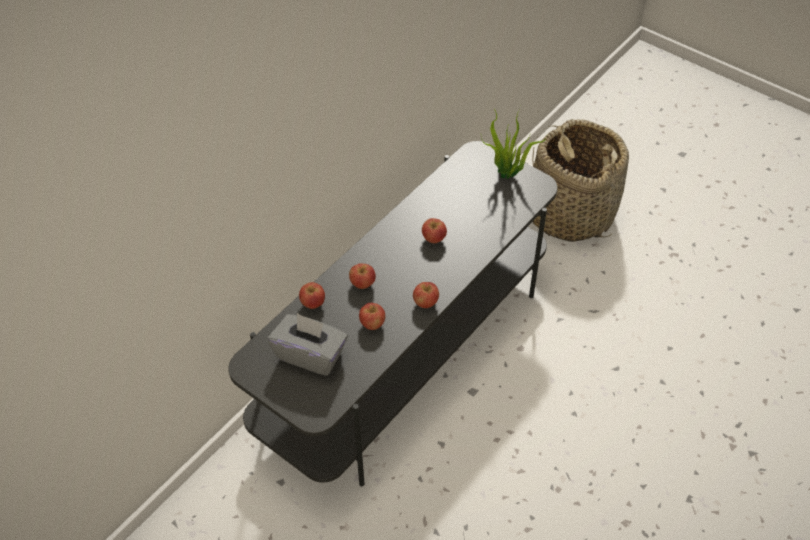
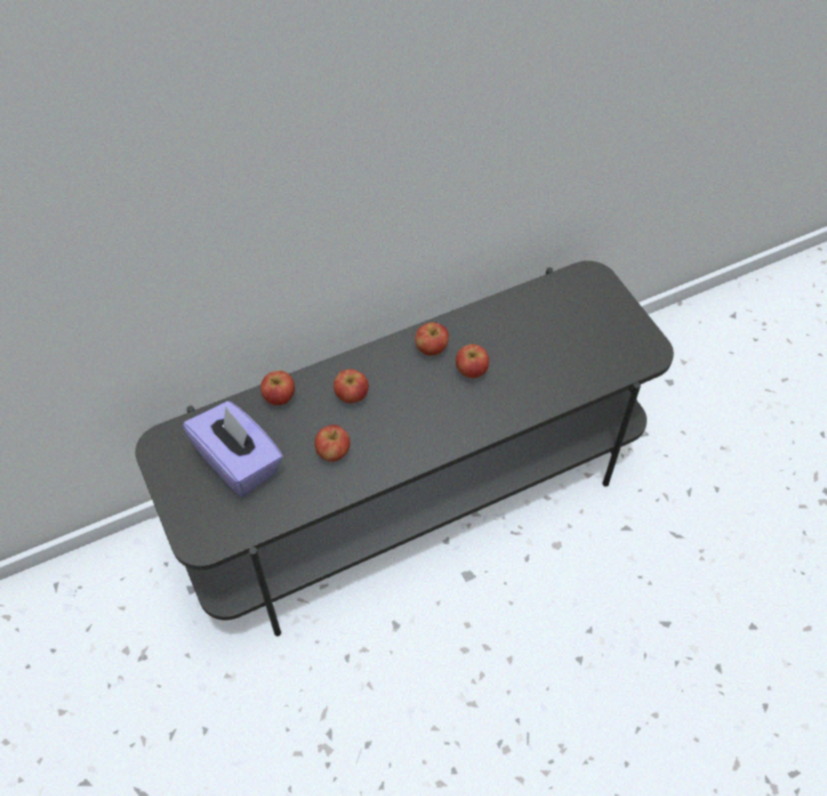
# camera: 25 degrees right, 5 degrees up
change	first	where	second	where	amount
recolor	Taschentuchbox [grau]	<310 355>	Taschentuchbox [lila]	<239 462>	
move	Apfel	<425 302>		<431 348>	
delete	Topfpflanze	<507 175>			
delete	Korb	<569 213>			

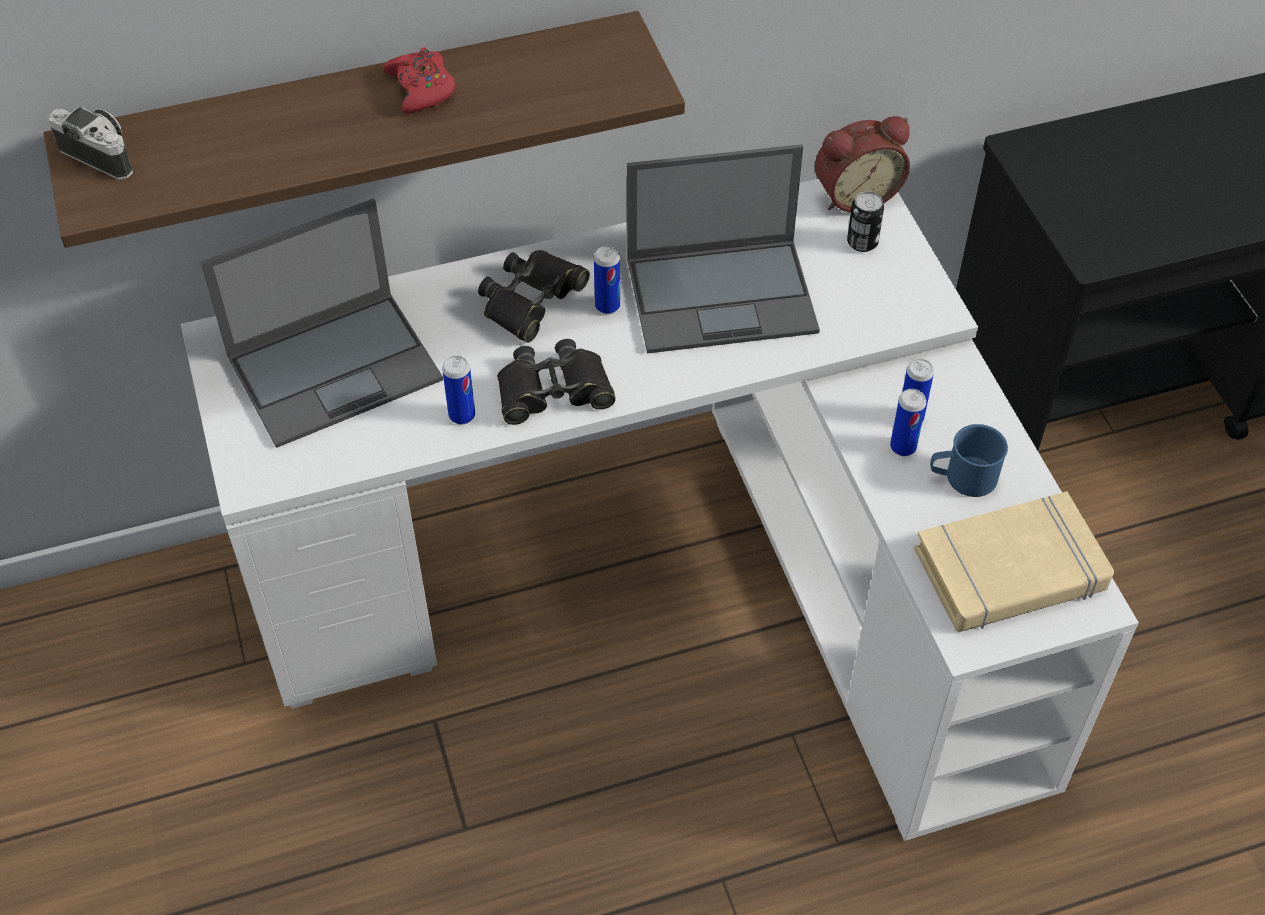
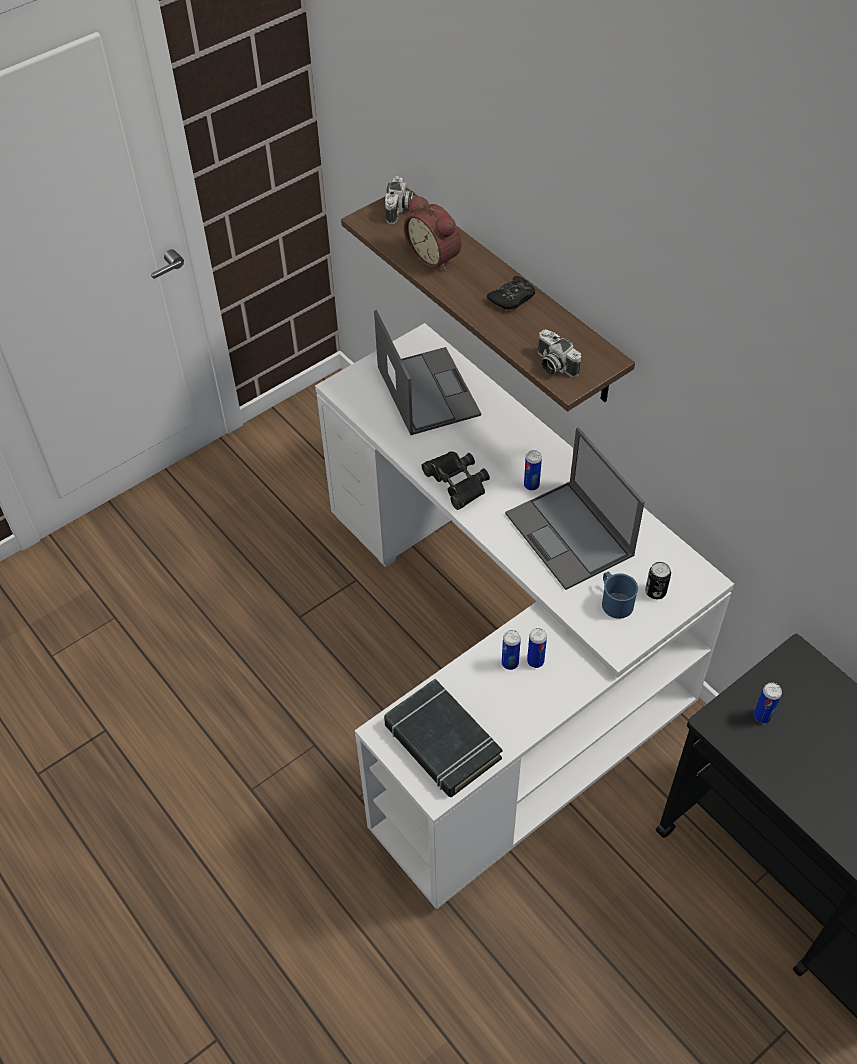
# camera: 70 degrees right, 0 degrees up
change	first	where	second	where	amount
rotate	Laptop	<336 367>		<427 390>	150 degrees counterclockwise
recolor	Gamepad [rot]	<421 89>	Gamepad [schwarz]	<512 298>	
move	Dose	<462 415>		<762 716>	
delete	Fernglas [schwarz]	<531 300>			
move	Wecker	<855 194>		<435 257>	
recolor	Buch [beige]	<1011 571>	Buch [schwarz]	<441 742>	
move	Henkelbecher [blau]	<963 477>		<614 601>	
insert			Kamera	<554 365>	

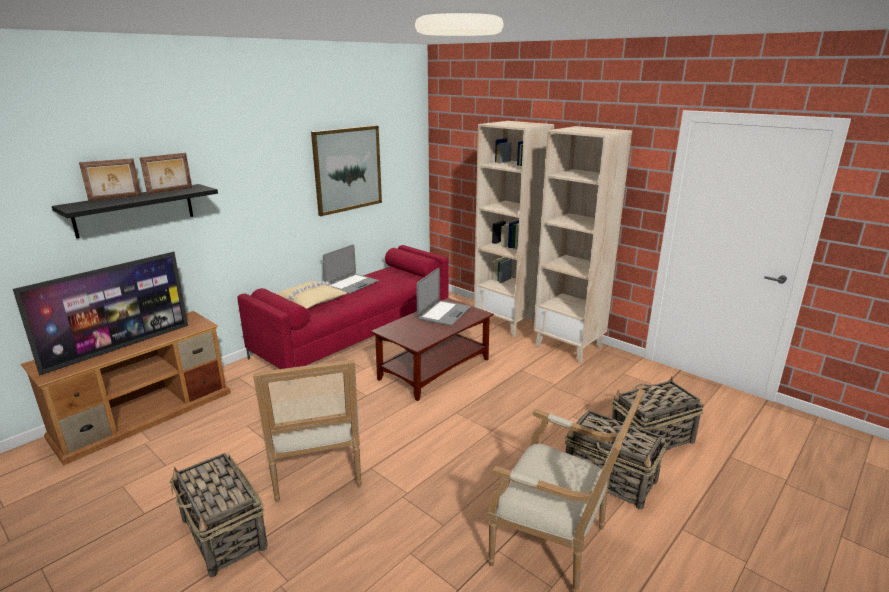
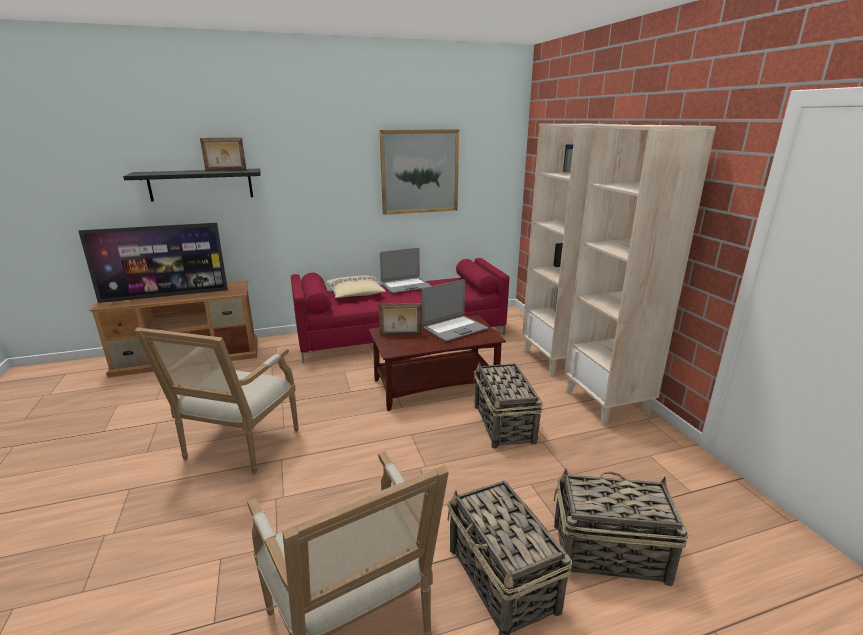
# camera: 30 degrees right, 0 degrees up
change	first	where	second	where	amount
move	Bilderrahmen	<115 198>		<400 335>	
move	Korb	<224 534>		<504 424>	

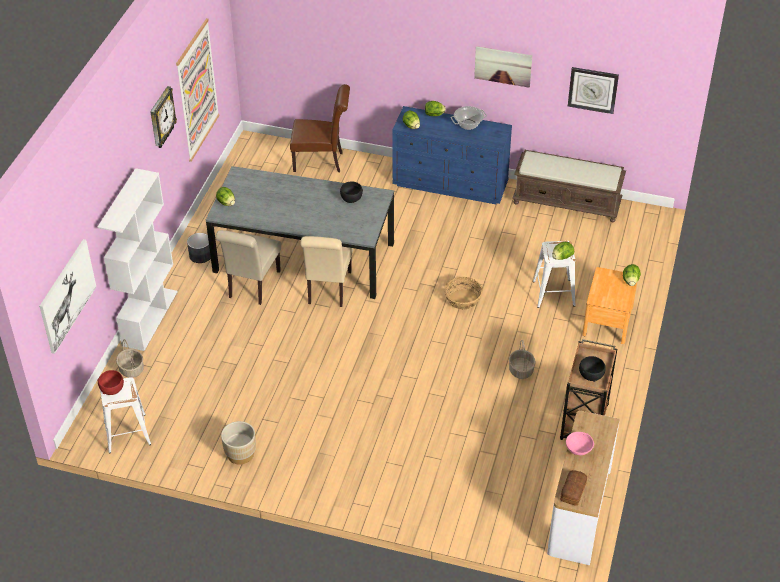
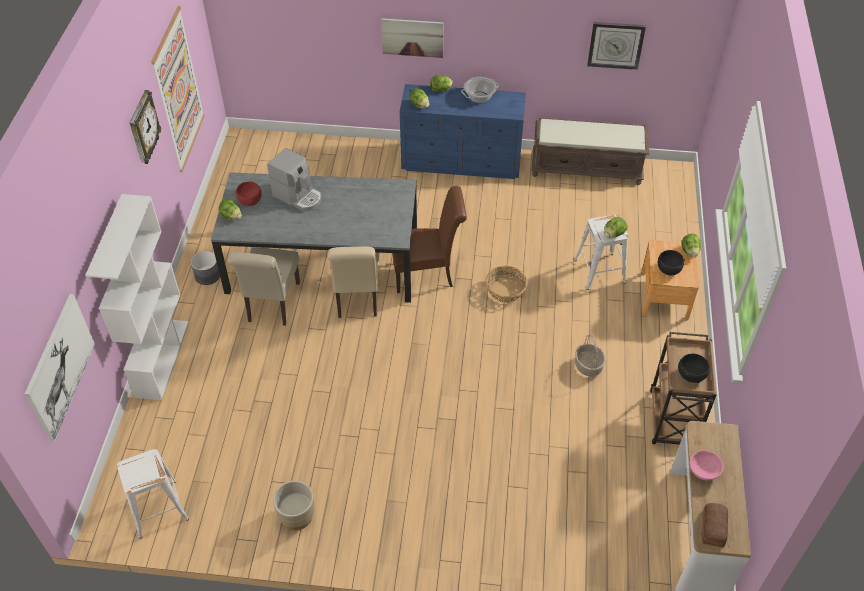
# camera: 10 degrees left, 5 degrees up
change	first	where	second	where	amount
move	Schüssel [rot]	<112 389>		<250 200>	
delete	Korb	<131 369>			
move	Stuhl [braun]	<322 161>		<427 275>	
move	Schüssel [schwarz]	<351 199>		<668 269>	
move	Bild	<503 66>		<412 37>	
insert			Kaffeemaschine	<298 196>	

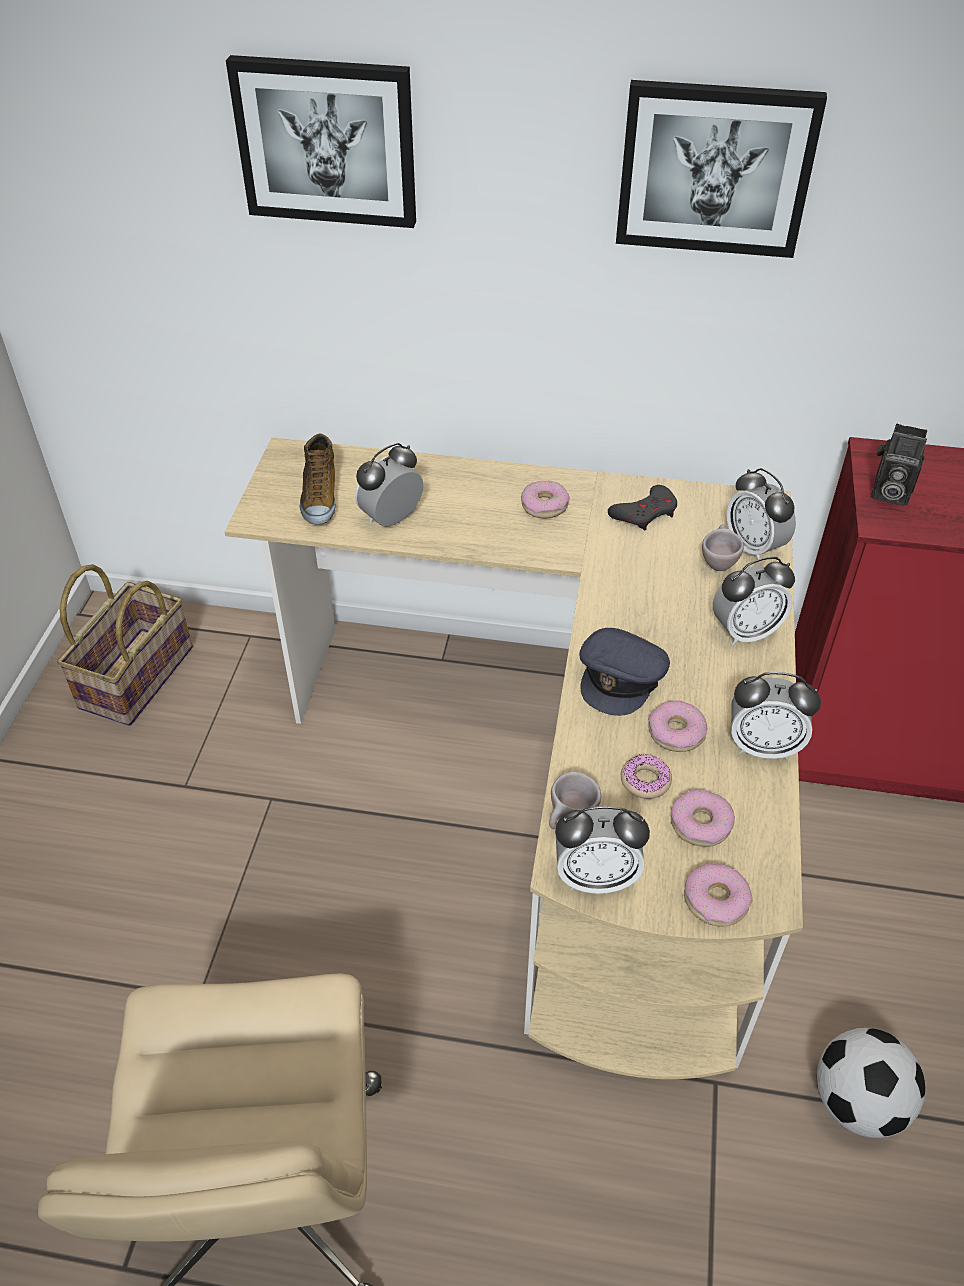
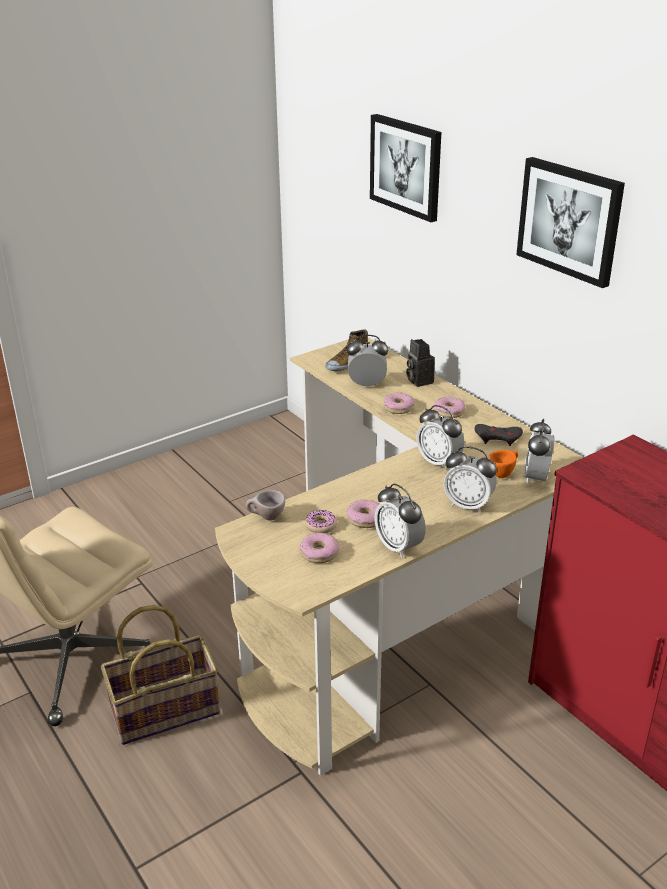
# camera: 45 degrees right, 15 degrees down
change	first	where	second	where	amount
move	Korb	<135 676>		<165 709>	
move	Wecker	<595 877>		<438 462>	
delete	Kappe [grau]	<621 677>			
move	Donut	<715 900>		<398 408>	
recolor	Tasse [beige]	<717 562>	Tasse [orange]	<503 473>	
delete	Fußball	<858 1102>			
move	Kamera	<887 493>		<418 380>	

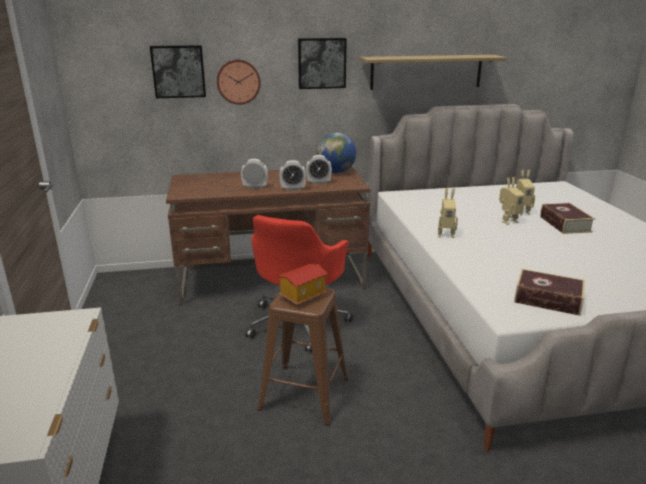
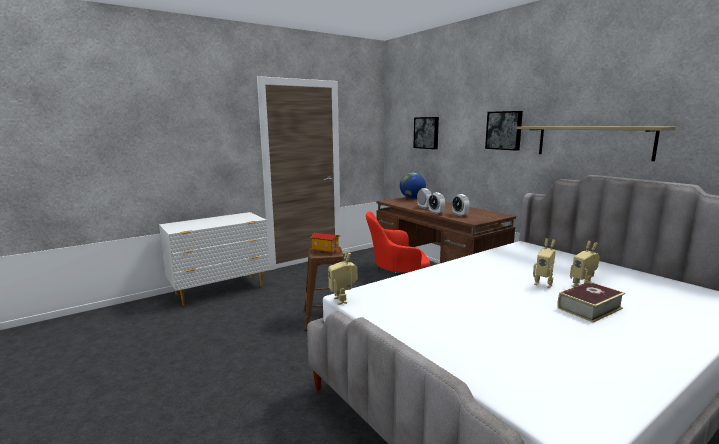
# camera: 65 degrees right, 10 degrees down
change	first	where	second	where	amount
delete	Wanduhr	<238 81>			
move	Globus	<336 172>		<412 198>	
move	Spielzeugroboter	<445 234>		<343 300>	
delete	Buch	<548 299>			

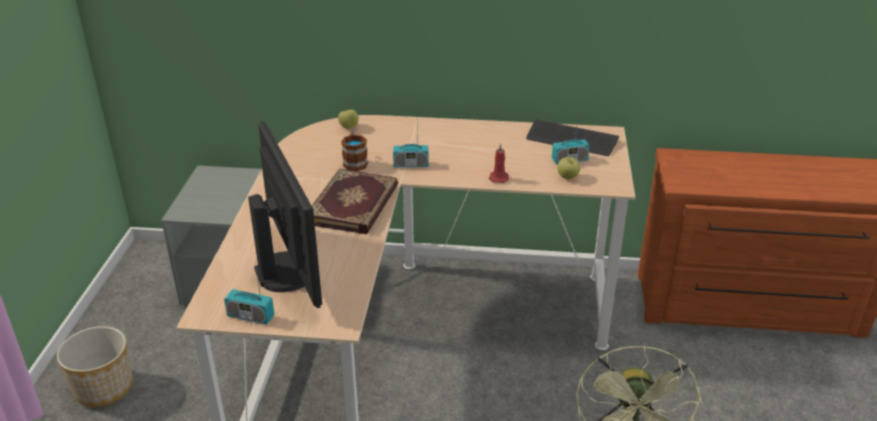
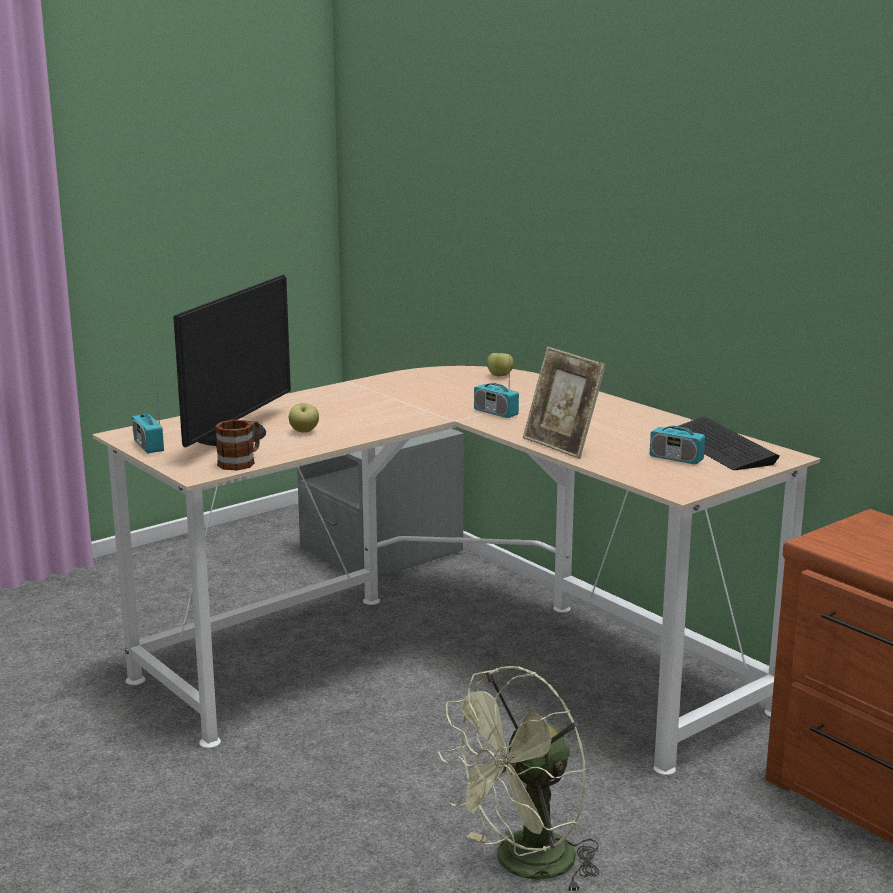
# camera: 45 degrees right, 15 degrees down
change	first	where	second	where	amount
delete	Pflanzkübel	<103 388>			
delete	Buch	<355 205>			
move	Henkelbecher	<354 162>		<241 462>	
replace	Kerze [rot]	<499 177>	Bilderrahmen	<562 446>	
move	Apfel	<567 177>		<304 432>	

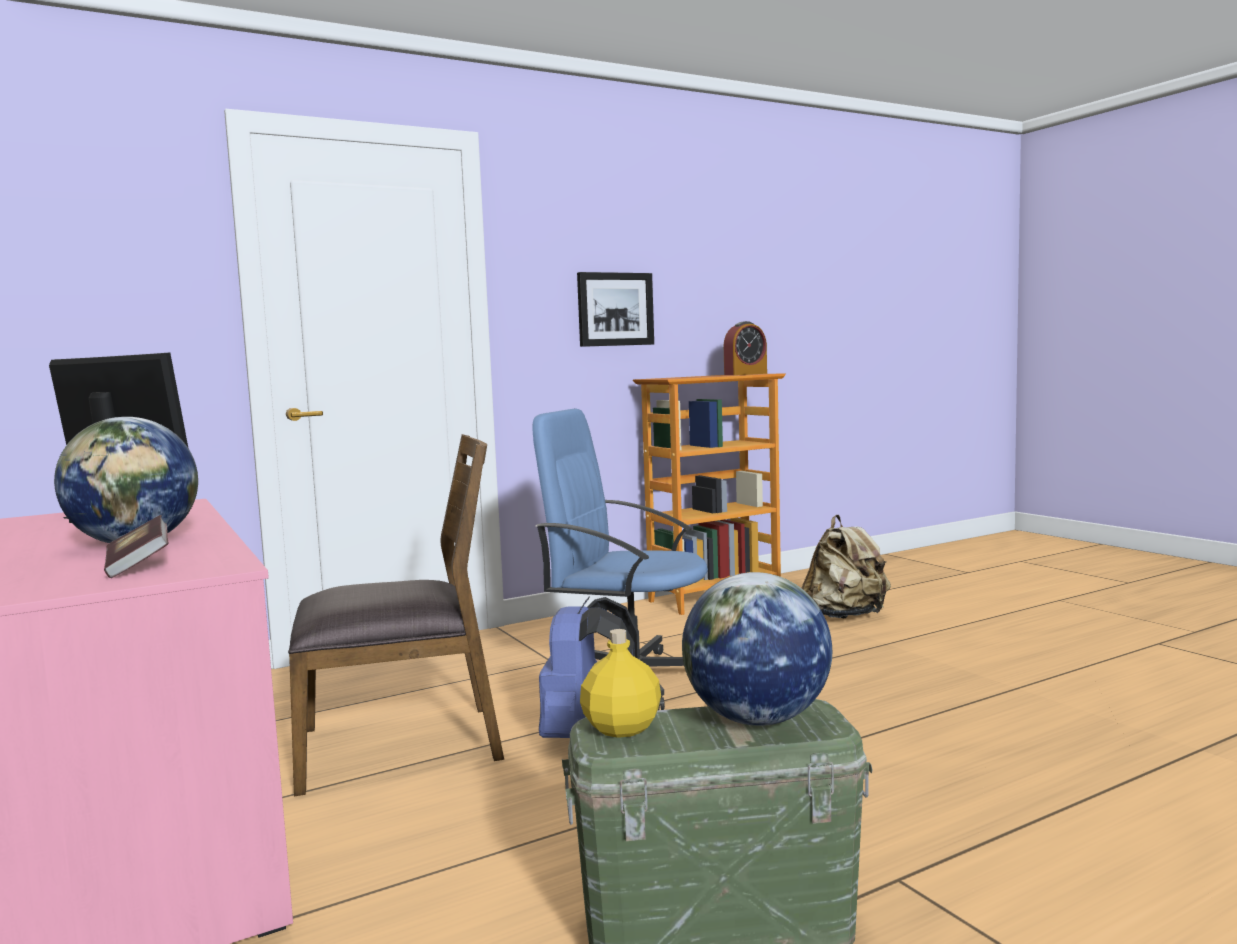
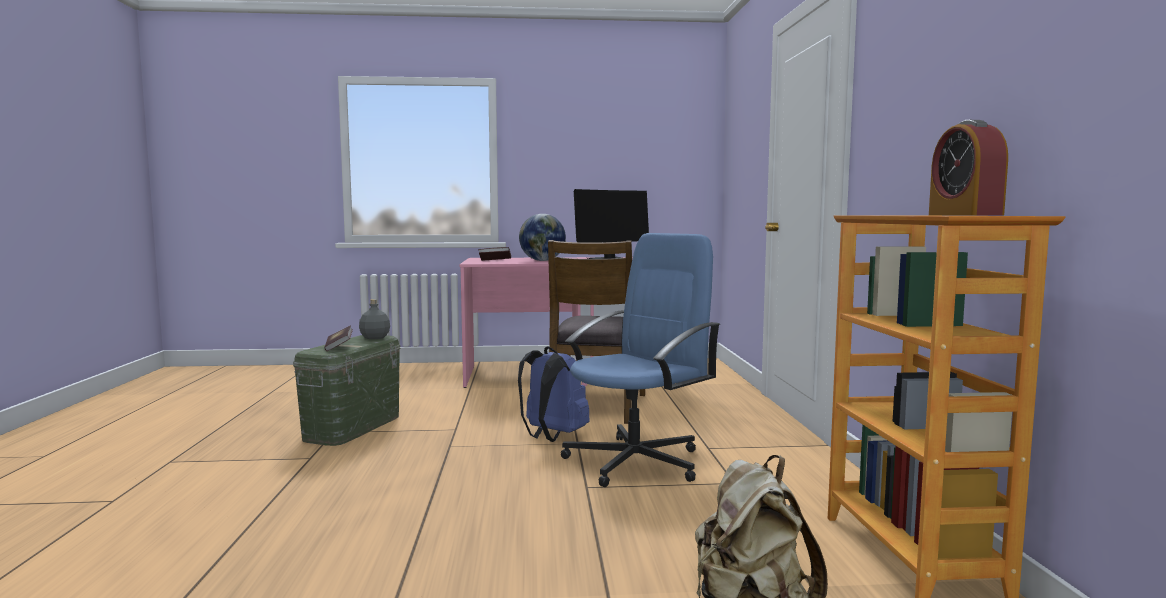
# camera: 115 degrees right, 0 degrees up
change	first	where	second	where	amount
delete	Bild	<615 309>			
recolor	Flasche [gelb]	<621 728>	Flasche [grau]	<375 337>	
replace	Globus	<756 719>	Buch	<339 347>	

